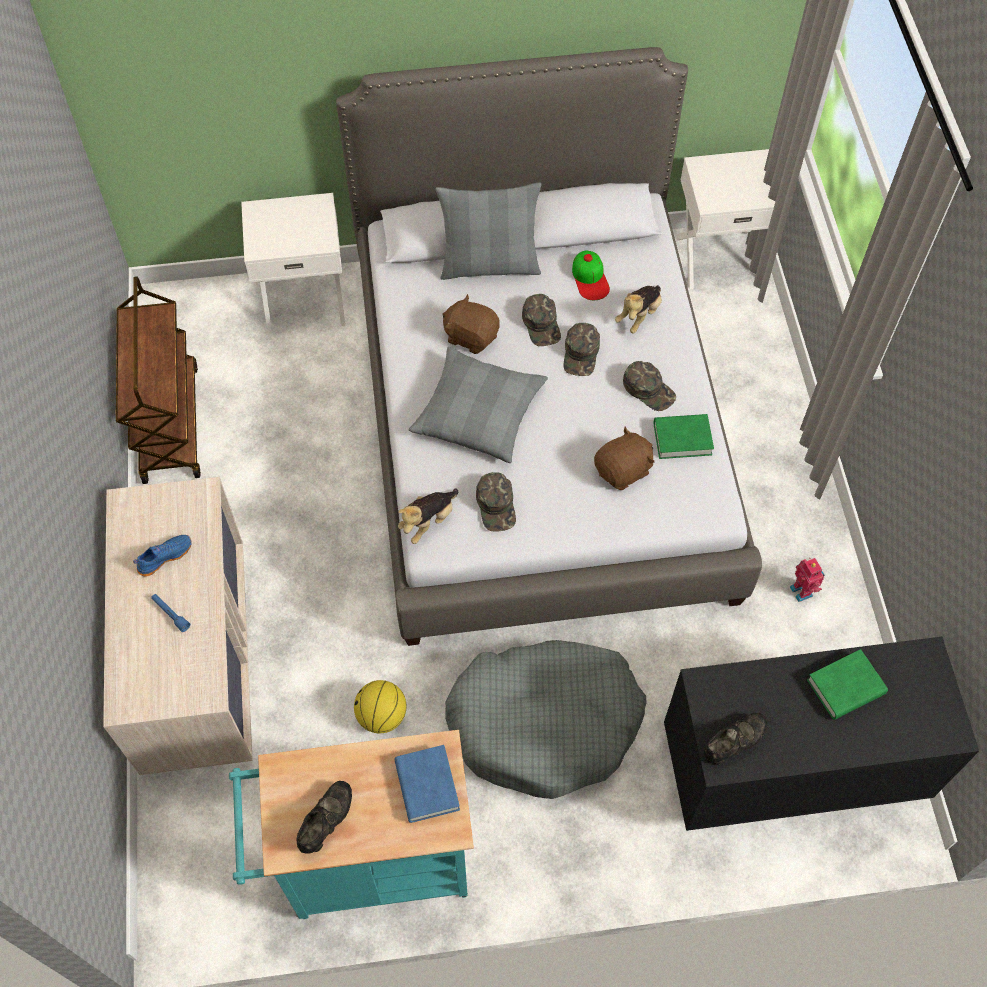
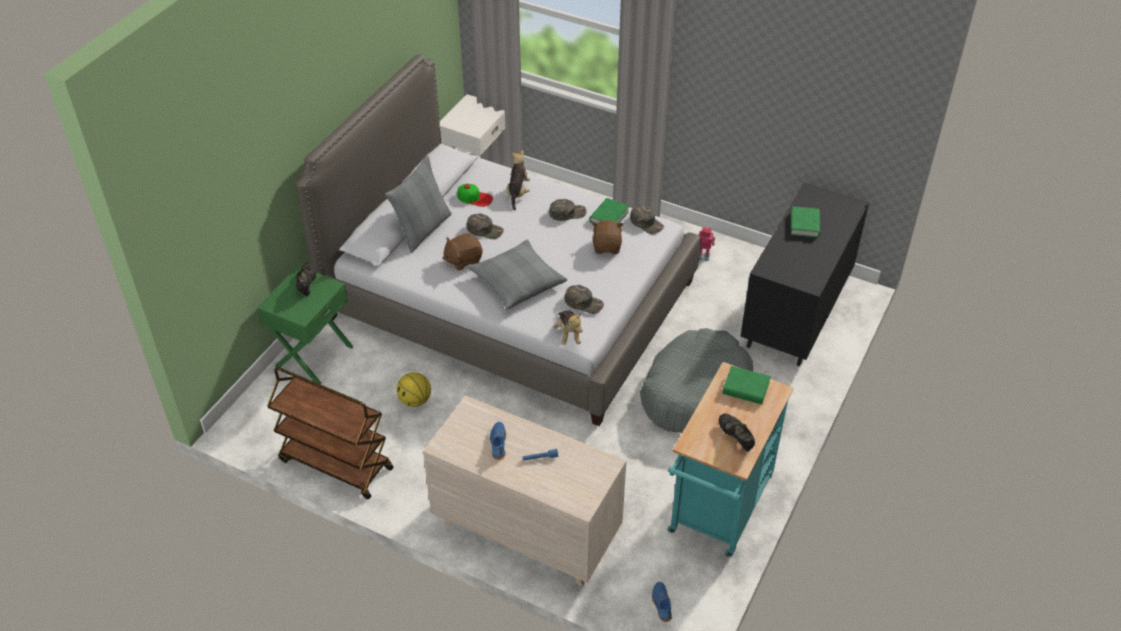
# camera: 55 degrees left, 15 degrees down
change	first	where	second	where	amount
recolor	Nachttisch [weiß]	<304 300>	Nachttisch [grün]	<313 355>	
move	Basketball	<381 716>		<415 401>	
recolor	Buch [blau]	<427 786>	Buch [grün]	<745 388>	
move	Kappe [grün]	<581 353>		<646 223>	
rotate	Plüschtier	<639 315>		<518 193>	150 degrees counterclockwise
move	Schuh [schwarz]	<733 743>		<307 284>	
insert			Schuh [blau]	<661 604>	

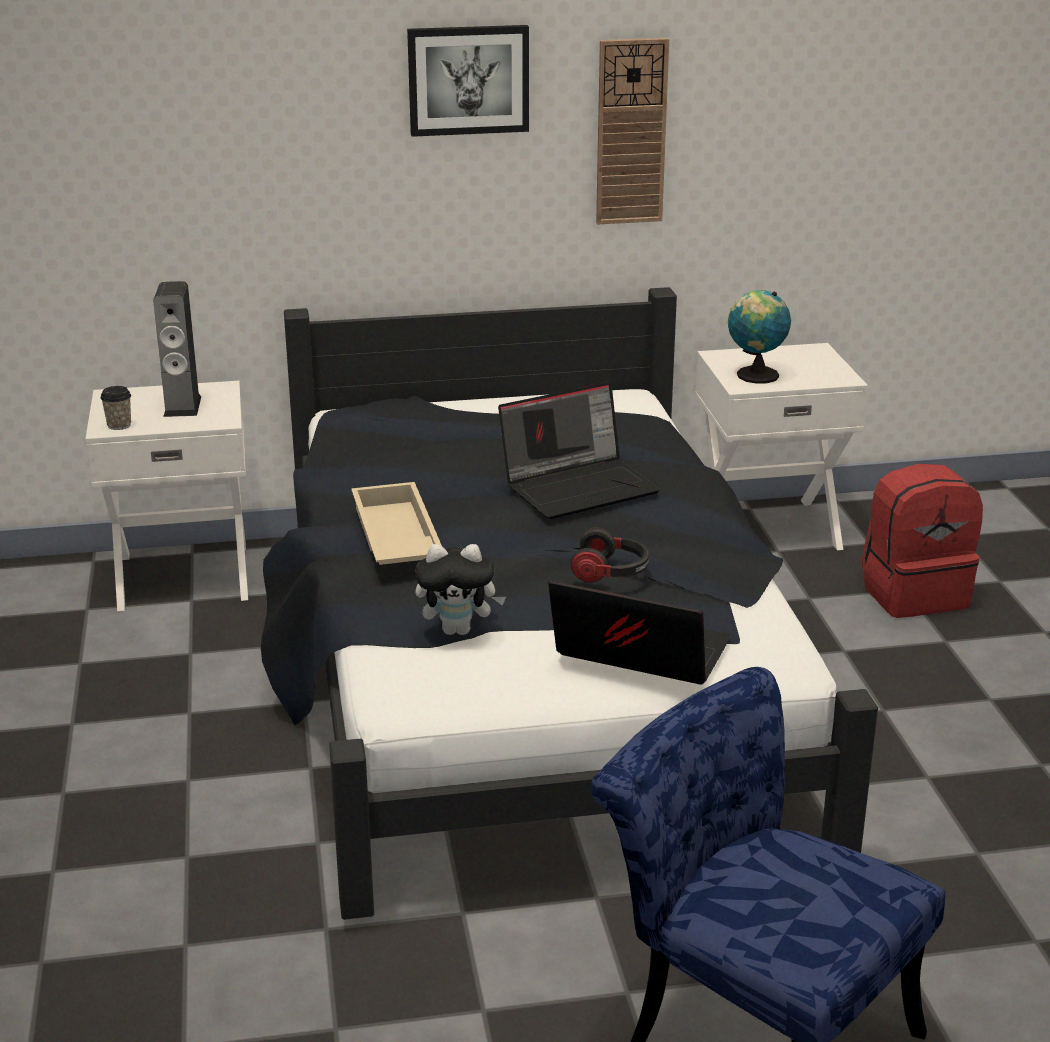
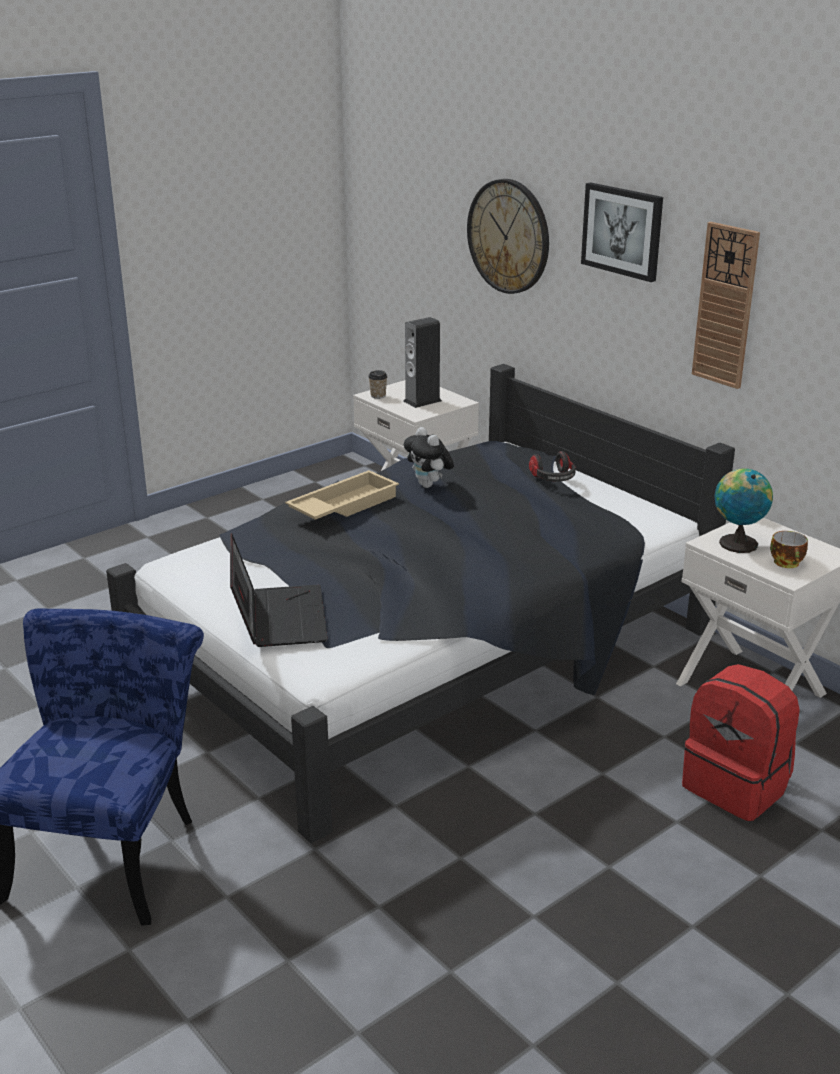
# camera: 60 degrees right, 0 degrees up
change	first	where	second	where	amount
move	Plüschtier	<459 630>		<429 485>	
delete	Laptop	<579 486>			
move	Kopfhörer	<611 572>		<553 479>	
insert			Wanduhr	<509 236>	
insert			Tasse	<788 563>	

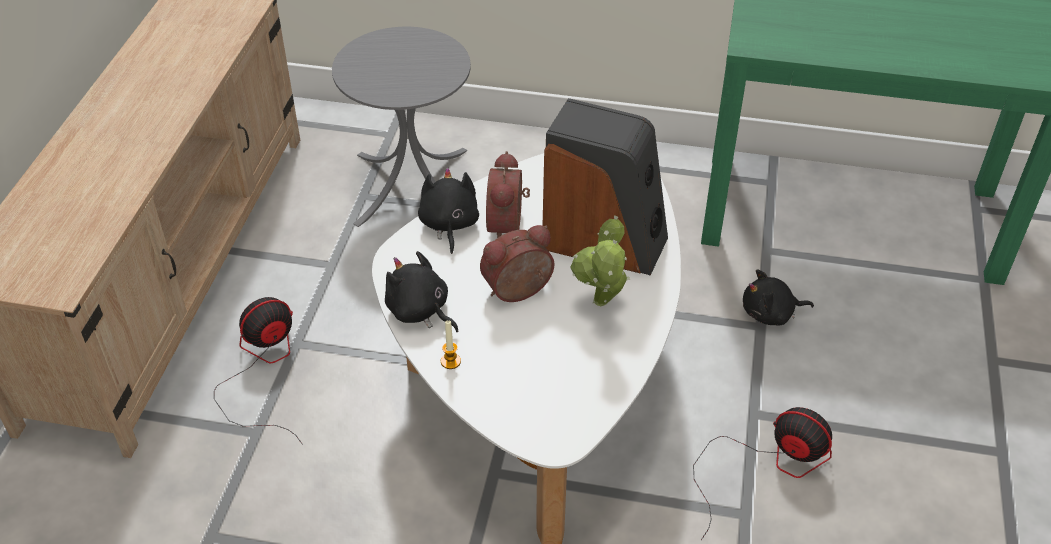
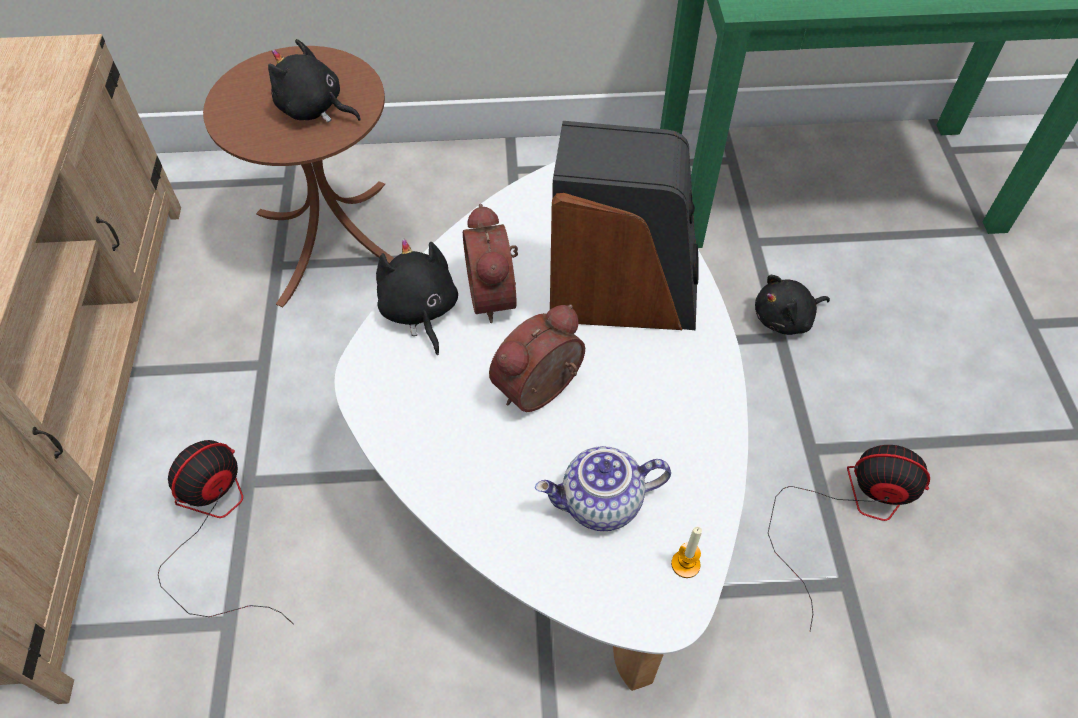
# camera: 15 degrees left, 10 degrees up
change	first	where	second	where	amount
recolor	Beistelltisch [grau]	<412 186>	Beistelltisch [braun]	<333 241>	
move	Plüschtier [schwarz]	<420 311>		<314 109>	
move	Kerze	<450 361>		<685 564>	
delete	Topfpflanze	<601 305>			
insert			Teekanne	<601 504>	

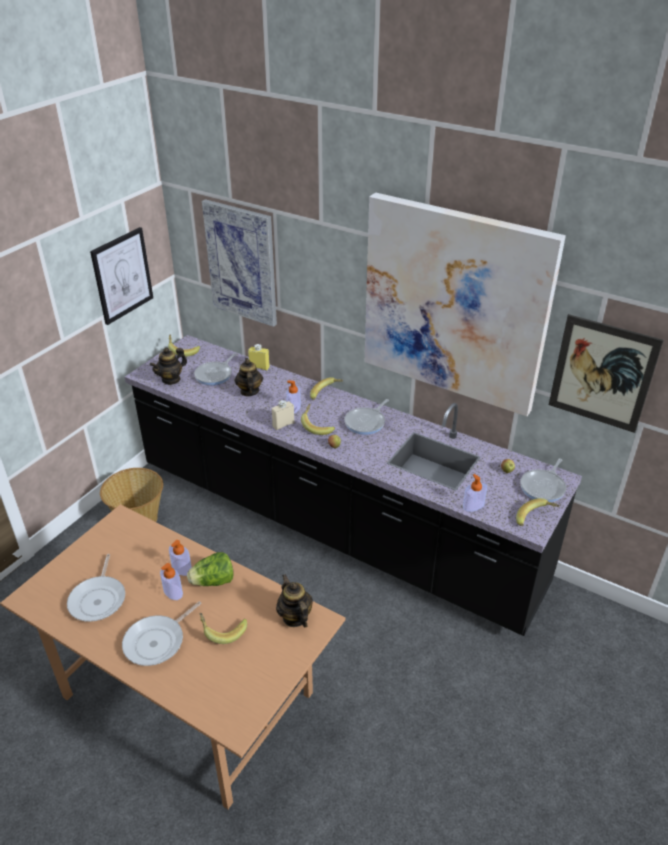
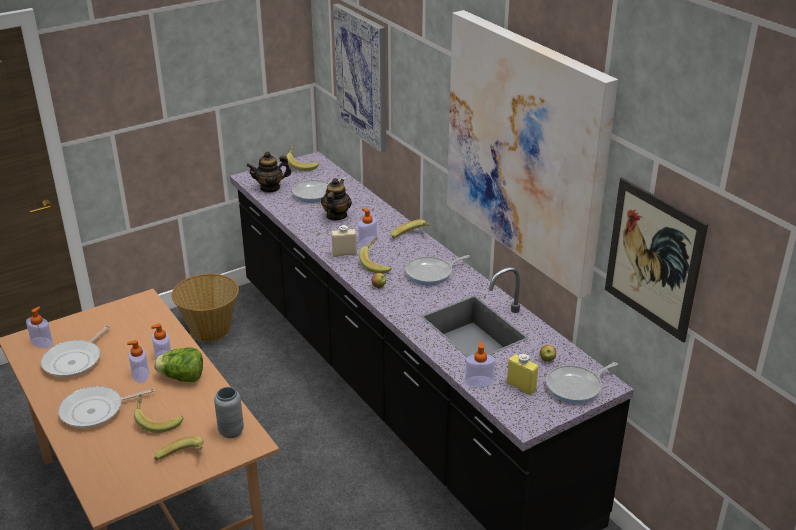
# camera: 25 degrees right, 5 degrees down
change	first	where	second	where	amount
delete	Bild	<122 275>			
move	Flasche [gelb]	<259 367>		<521 386>	
replace	Teekanne	<295 617>	Vase [grau]	<231 431>	
move	Banane	<535 519>		<183 459>	
insert			Seifenspender	<42 342>	

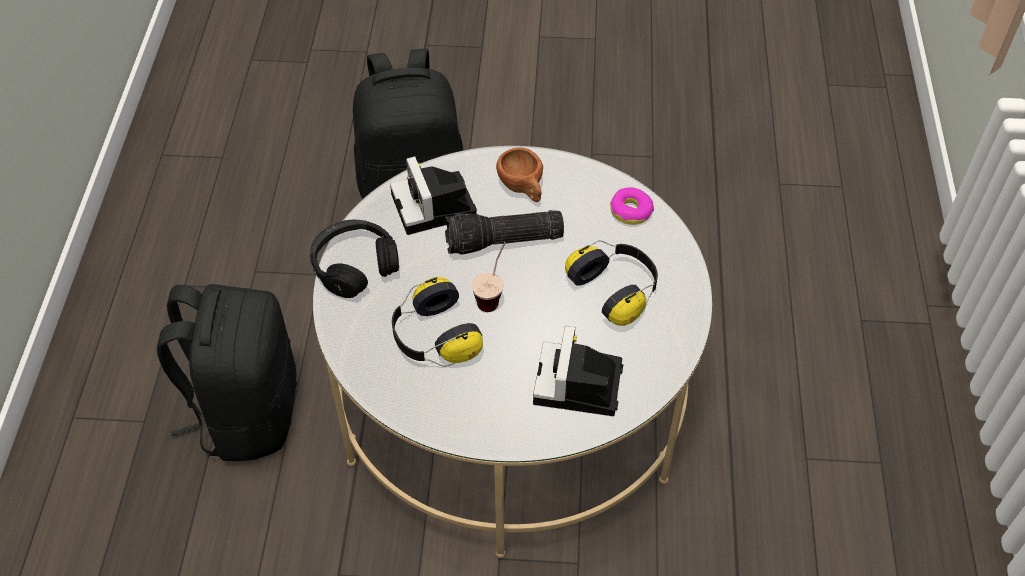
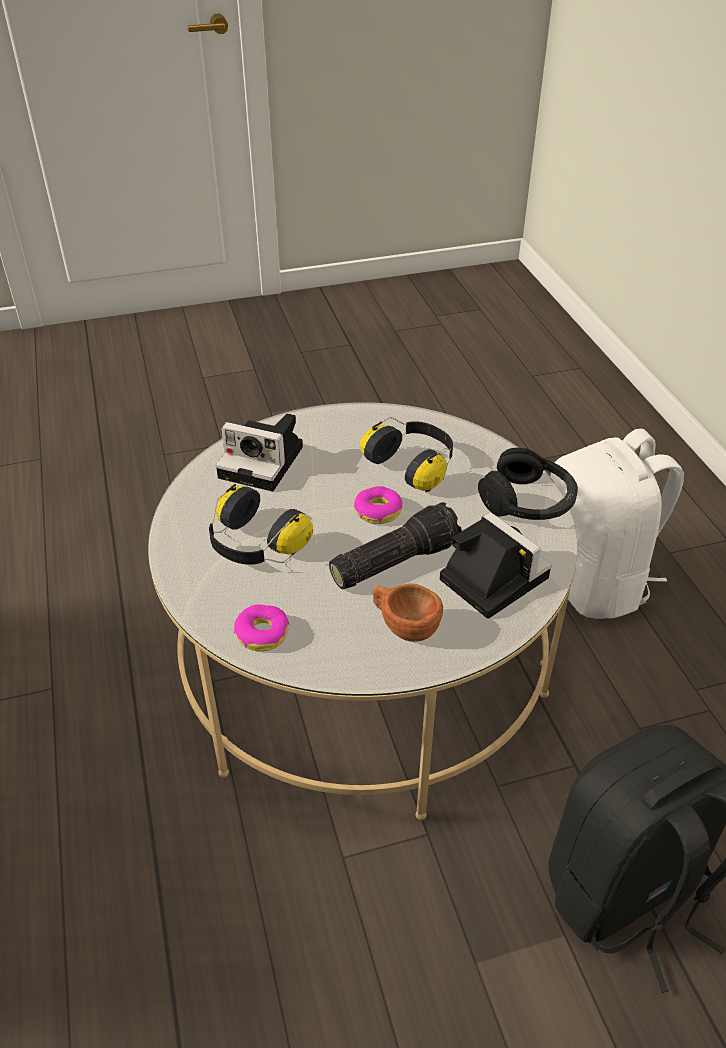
# camera: 160 degrees right, 10 degrees down
change	first	where	second	where	amount
recolor	Rucksack [schwarz]	<247 412>	Rucksack [weiß]	<593 582>	
replace	Tasse	<493 294>	Donut	<378 511>	
rotate	Kamera	<578 387>		<265 462>	120 degrees clockwise

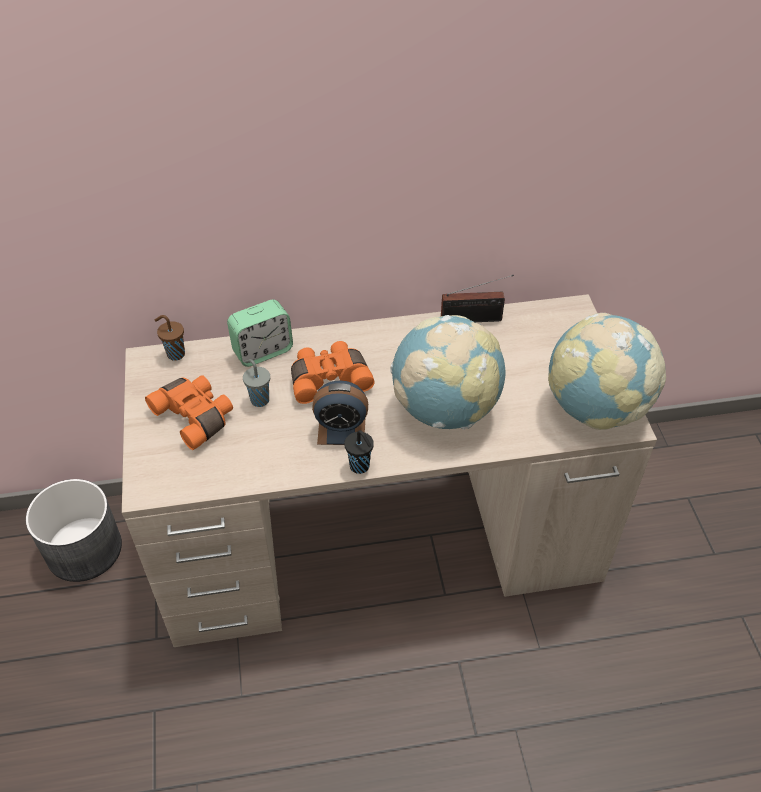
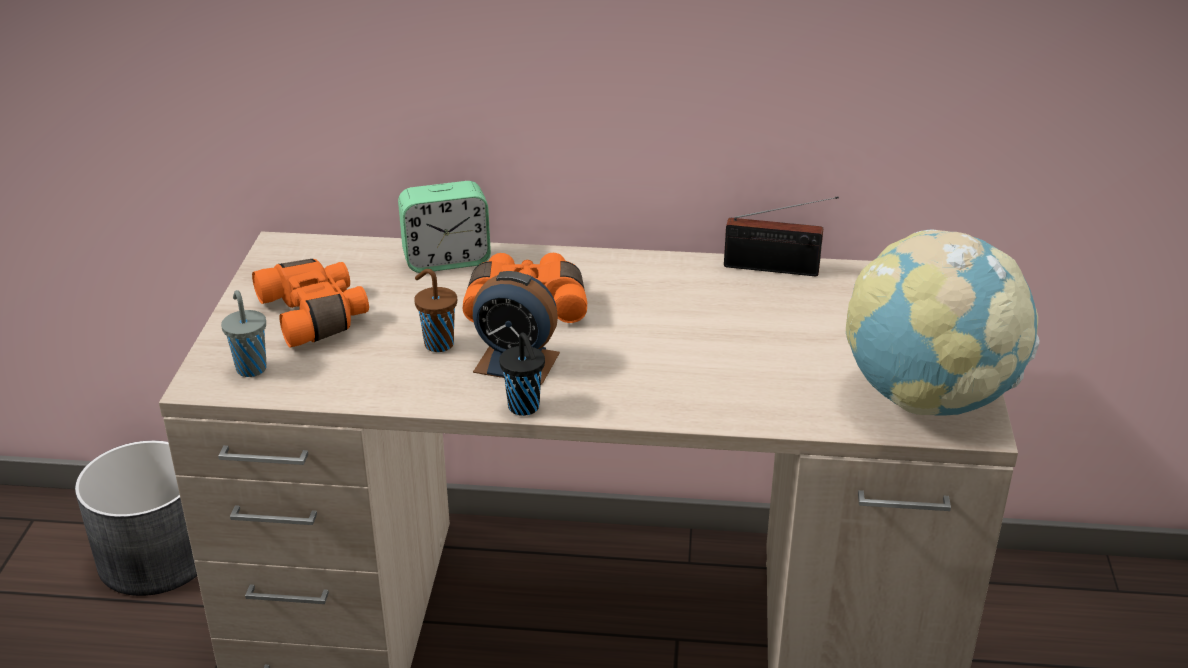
# camera: 15 degrees right, 15 degrees down
change	first	where	second	where	amount
move	Tasse [braun]	<175 354>		<437 344>	
move	Tasse [grau]	<259 399>		<251 368>	
delete	Globus	<445 409>			

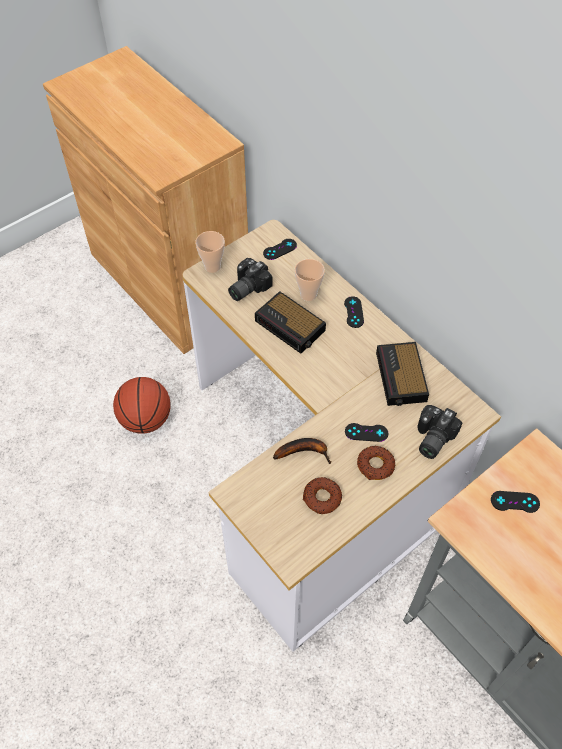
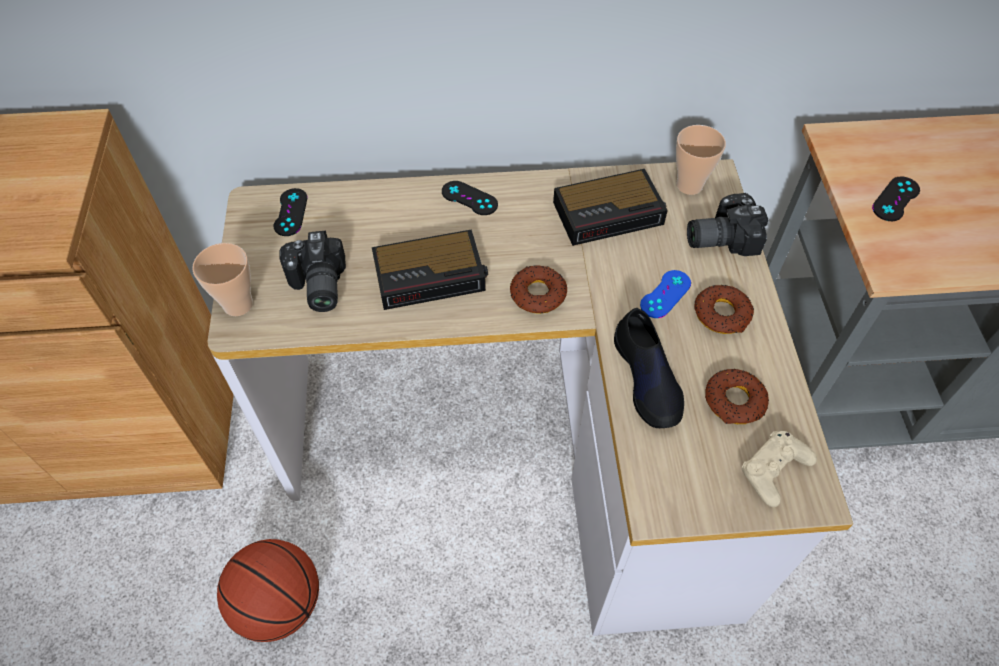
# camera: 55 degrees left, 0 degrees up
change	first	where	second	where	amount
replace	Banane	<304 451>	Schuh [schwarz]	<647 378>	
move	Tasse	<308 294>		<689 185>	
recolor	Gamepad [schwarz]	<366 432>	Gamepad [blau]	<665 294>	
rotate	Wecker	<401 378>		<610 213>	45 degrees counterclockwise
rotate	Kamera	<431 438>		<719 236>	105 degrees clockwise
insert			Donut	<538 294>	
insert			Gamepad [beige]	<774 470>	

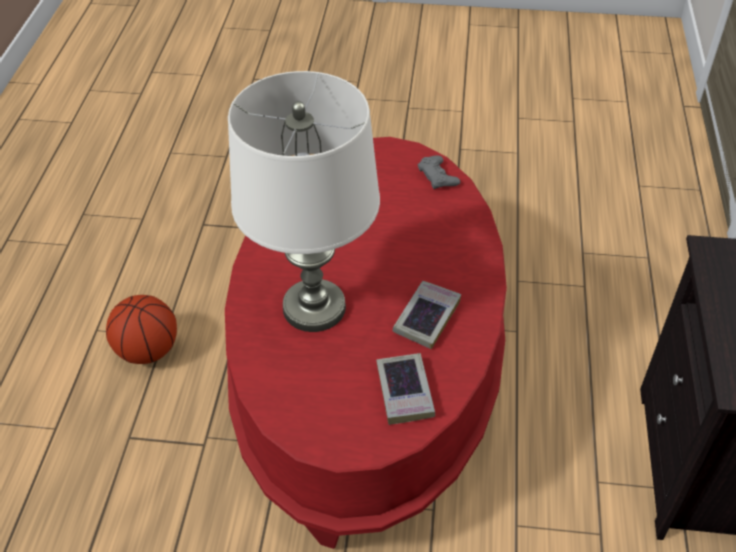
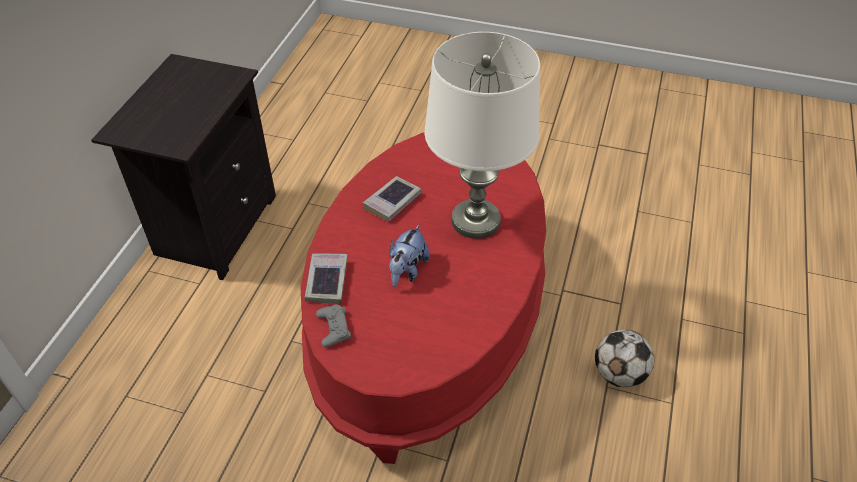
# camera: 170 degrees left, 0 degrees up
change	first	where	second	where	amount
replace	Basketball	<148 350>	Fußball	<619 374>	
move	Buch	<405 392>		<326 281>	
insert			Plüschtier	<407 270>	

